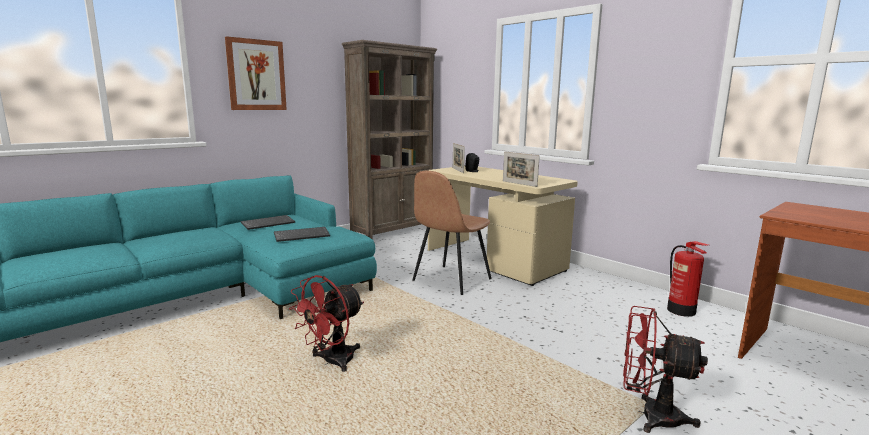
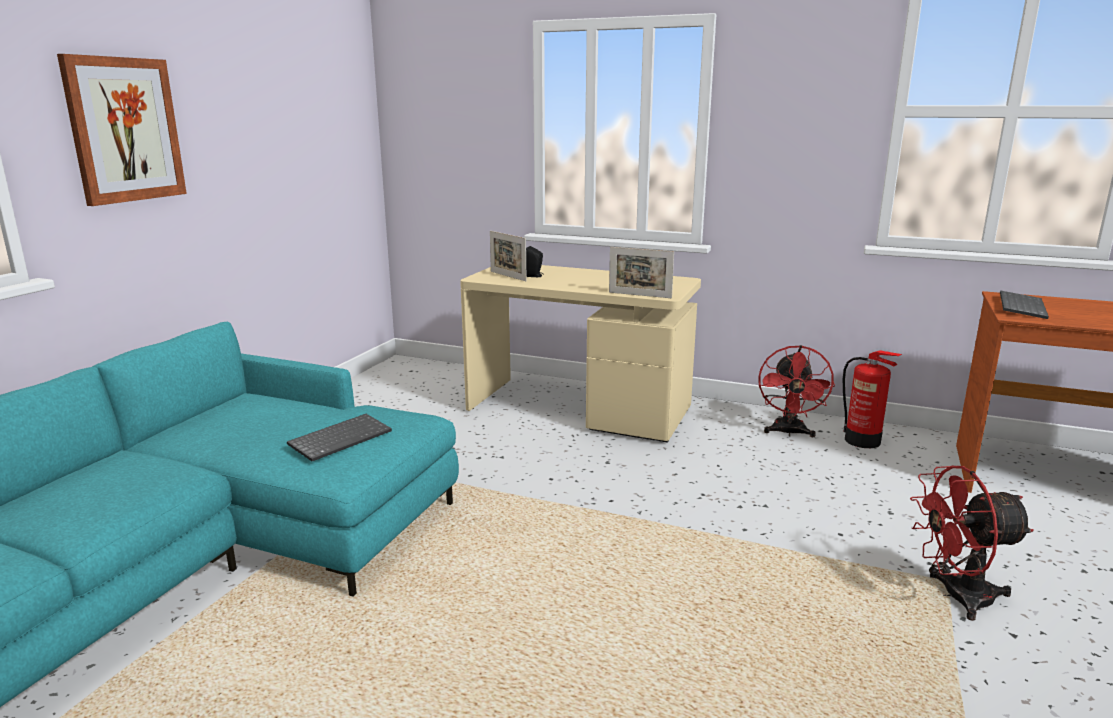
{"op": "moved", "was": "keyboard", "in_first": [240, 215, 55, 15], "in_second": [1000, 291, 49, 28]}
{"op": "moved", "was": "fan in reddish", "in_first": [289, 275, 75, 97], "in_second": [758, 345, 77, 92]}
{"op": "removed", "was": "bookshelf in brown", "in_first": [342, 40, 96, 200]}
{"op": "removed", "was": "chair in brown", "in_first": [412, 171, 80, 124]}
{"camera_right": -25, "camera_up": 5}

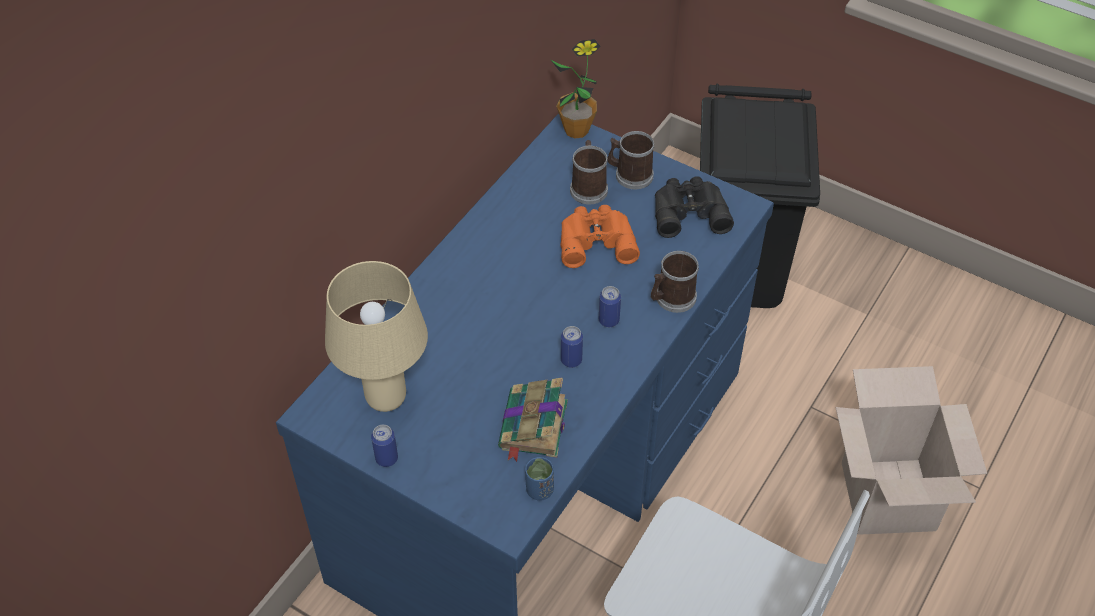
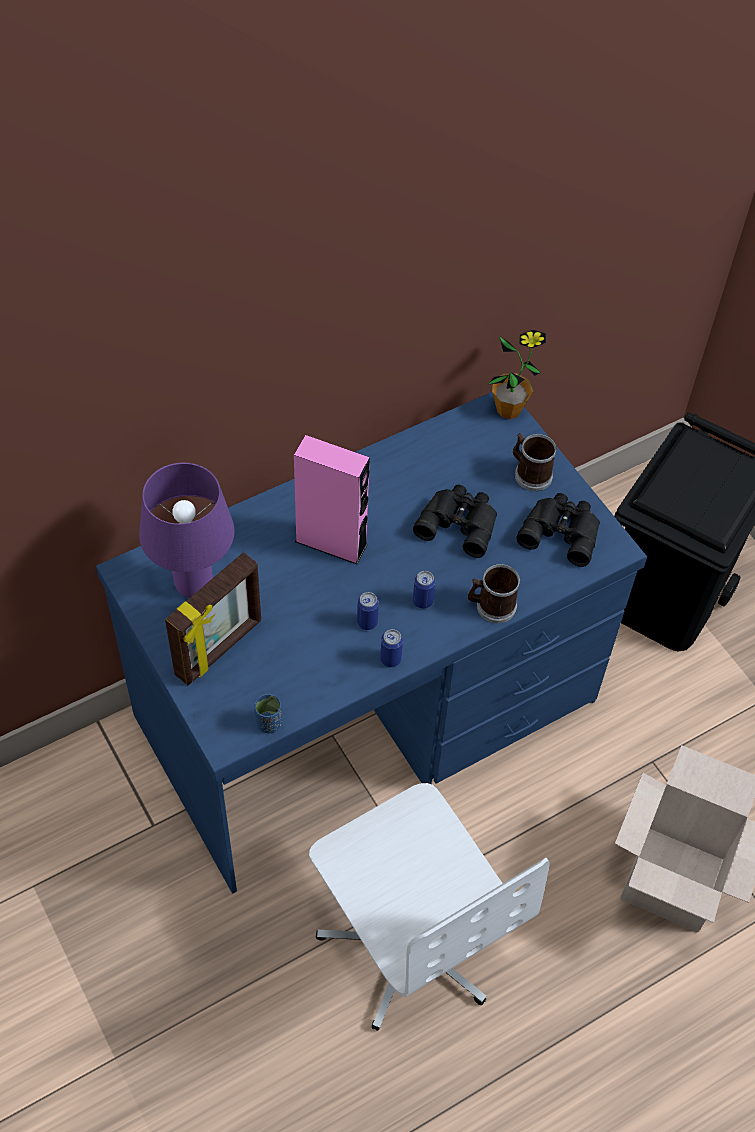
{"op": "recoloured", "was": "tabletop lamp in beige", "now": "tabletop lamp in purple-coloured", "in_first": [325, 261, 103, 151], "in_second": [139, 463, 96, 135]}
{"op": "moved", "was": "can", "in_first": [371, 425, 27, 42], "in_second": [380, 629, 23, 38]}
{"op": "removed", "was": "bound book", "in_first": [498, 378, 70, 84]}
{"op": "recoloured", "was": "pair of binoculars in orange", "now": "pair of binoculars in black-coloured", "in_first": [560, 205, 80, 63], "in_second": [413, 485, 84, 73]}
{"op": "removed", "was": "coffee mug", "in_first": [570, 140, 38, 64]}
{"op": "added", "now": "photo frame", "in_second": [165, 552, 96, 134]}
{"op": "added", "now": "speaker in pink-coloured", "in_second": [294, 435, 76, 129]}
{"camera_right": 25, "camera_up": 5}

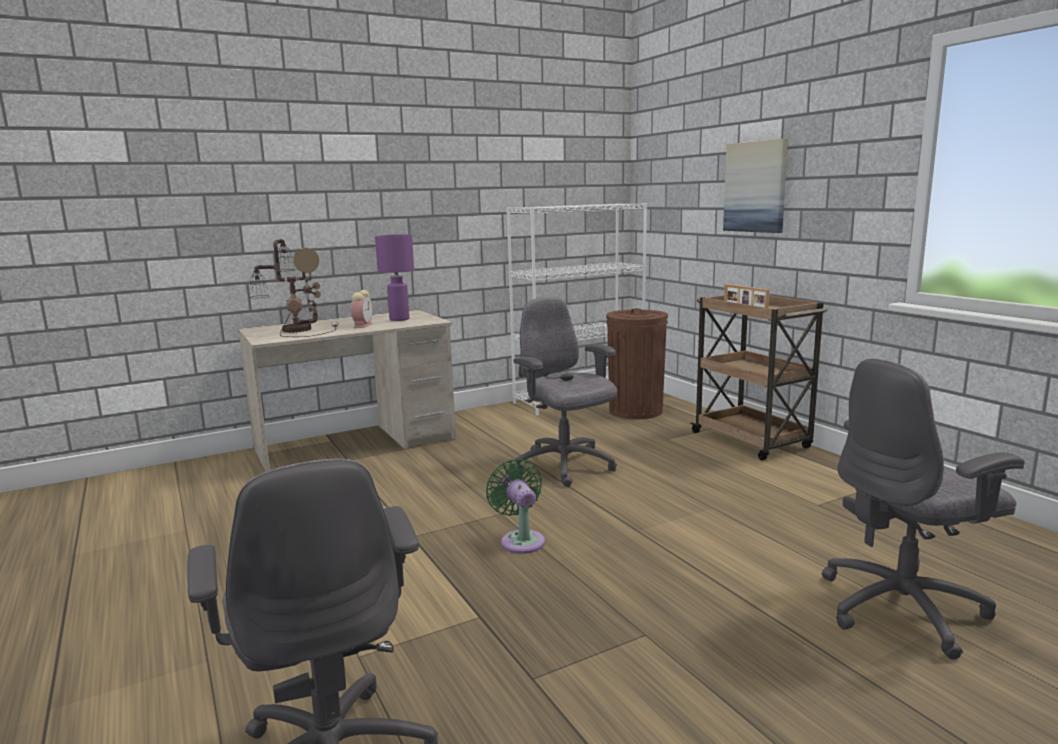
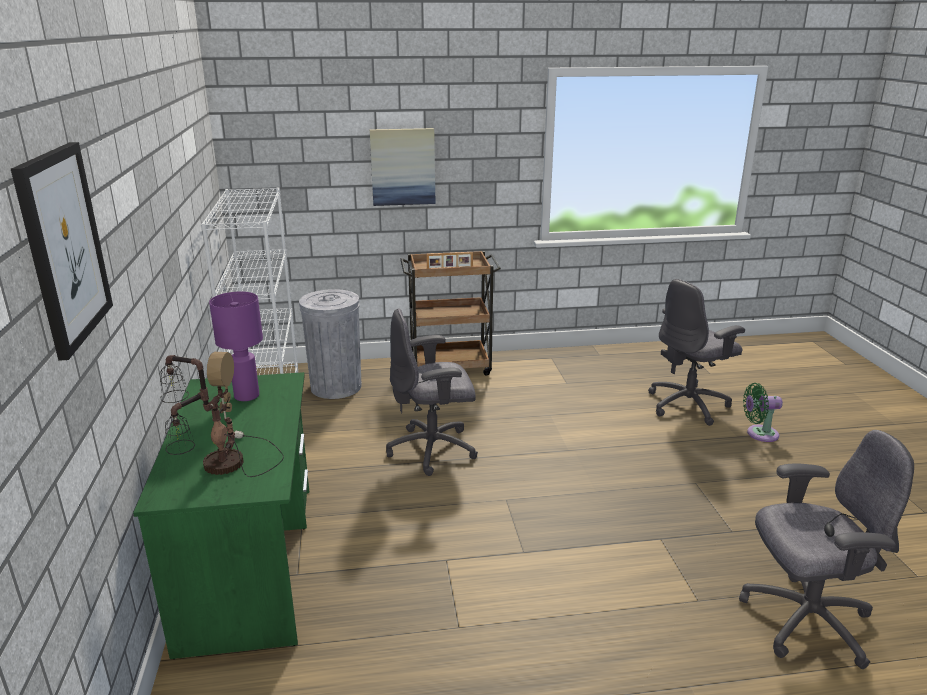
{"op": "recoloured", "was": "desk in beige", "now": "desk in greenish", "in_first": [238, 310, 218, 162], "in_second": [133, 372, 176, 287]}
{"op": "removed", "was": "alarm clock", "in_first": [351, 290, 22, 38]}
{"op": "moved", "was": "fan in greenish", "in_first": [486, 459, 59, 95], "in_second": [743, 383, 40, 59]}
{"op": "recoloured", "was": "waste bin in brown", "now": "waste bin in greyish", "in_first": [606, 308, 62, 111], "in_second": [299, 289, 62, 110]}
{"op": "turned", "was": "office chair in greyish", "in_first": [822, 359, 203, 301], "in_second": [648, 279, 97, 147], "clockwise": 60}
{"op": "added", "now": "wall picture", "in_second": [11, 142, 102, 219]}
{"camera_right": -70, "camera_up": 10}

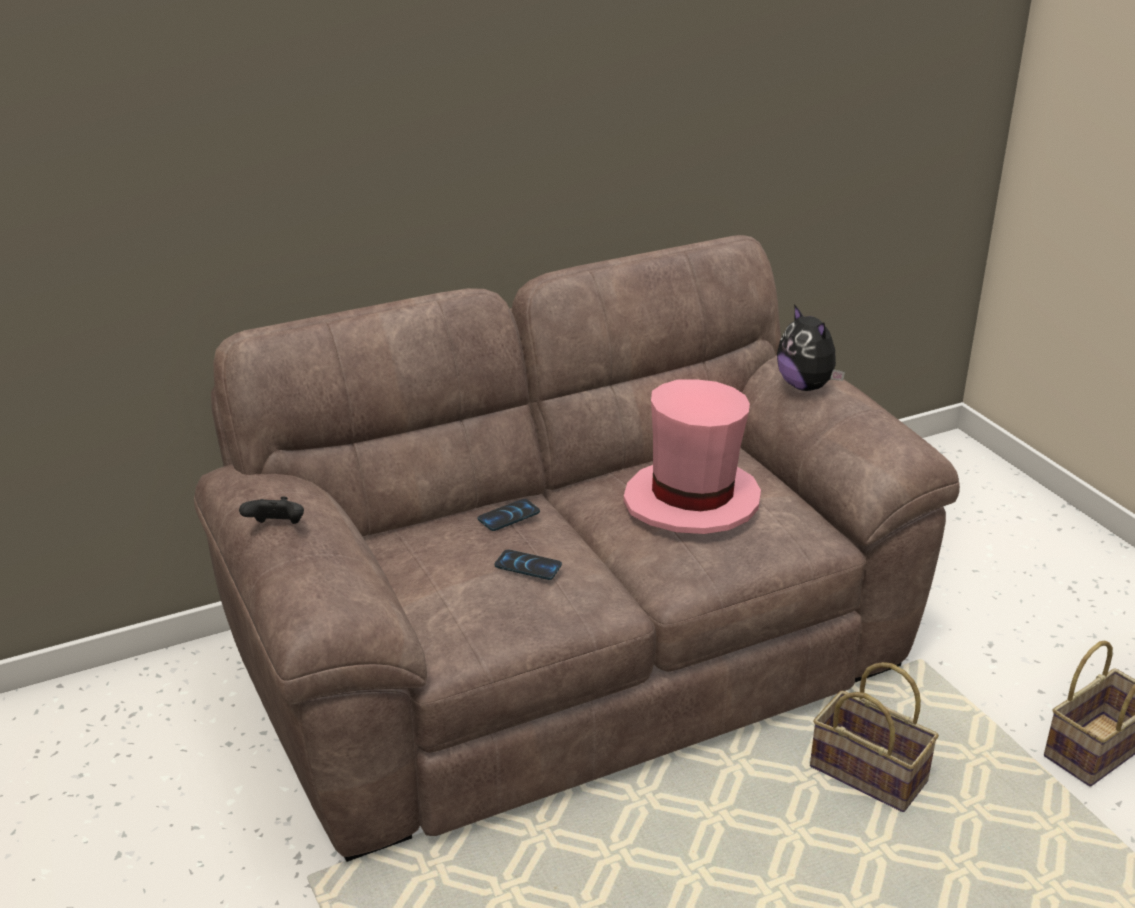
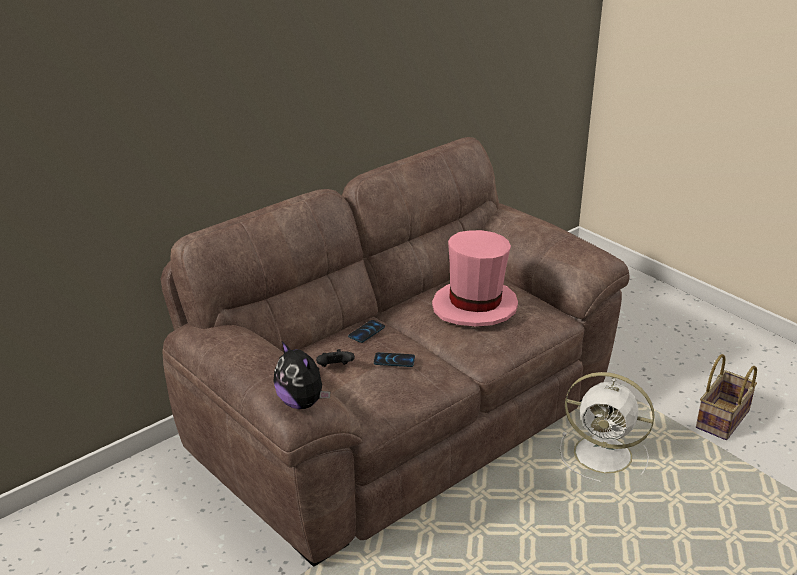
{"op": "moved", "was": "joypad in black-coloured", "in_first": [239, 496, 65, 28], "in_second": [316, 349, 39, 18]}
{"op": "moved", "was": "plush toy", "in_first": [777, 304, 68, 87], "in_second": [273, 341, 57, 68]}
{"op": "replaced", "was": "basket", "now": "fan in white", "in_first": [810, 662, 129, 150], "in_second": [560, 372, 95, 110]}
{"camera_right": -15, "camera_up": 0}

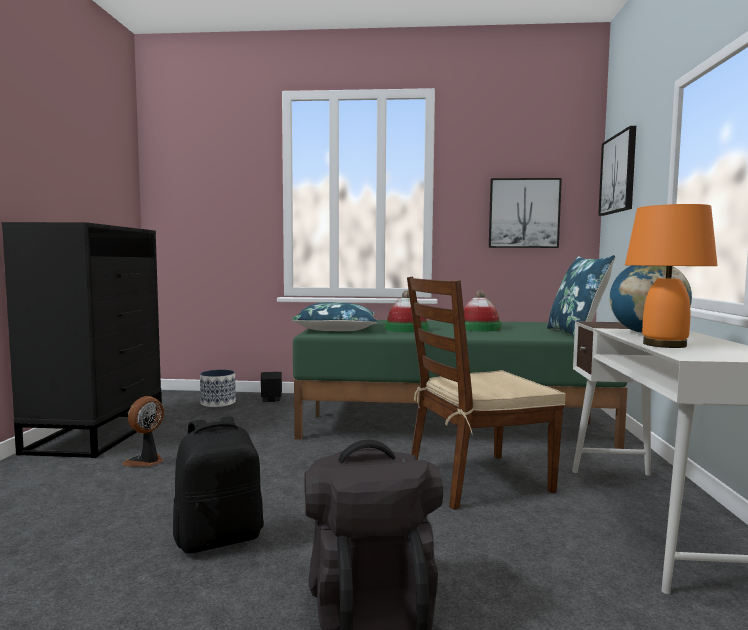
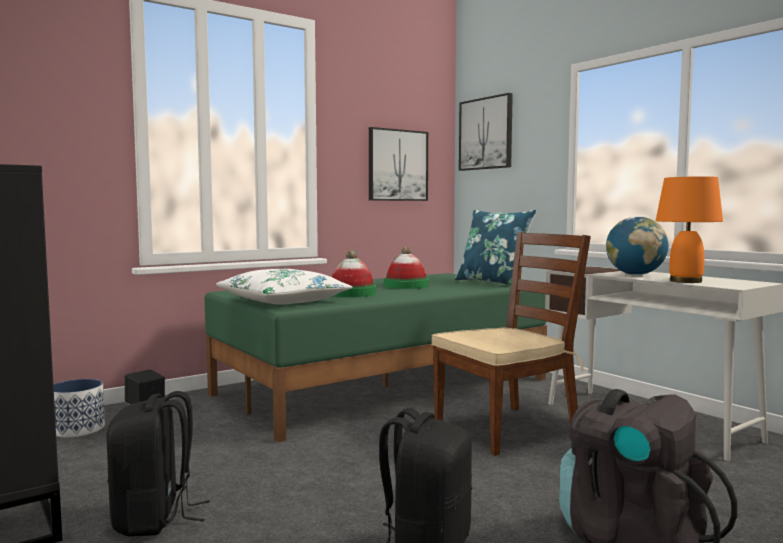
{"op": "replaced", "was": "fan", "now": "backpack in black-coloured", "in_first": [123, 396, 41, 70], "in_second": [107, 391, 103, 146]}
{"op": "recoloured", "was": "cushion in bluish", "now": "cushion in white", "in_first": [292, 302, 86, 29], "in_second": [216, 269, 136, 35]}
{"op": "turned", "was": "chair in brown", "in_first": [407, 276, 159, 234], "in_second": [431, 232, 160, 224], "clockwise": -150}
{"camera_right": -40, "camera_up": 0}

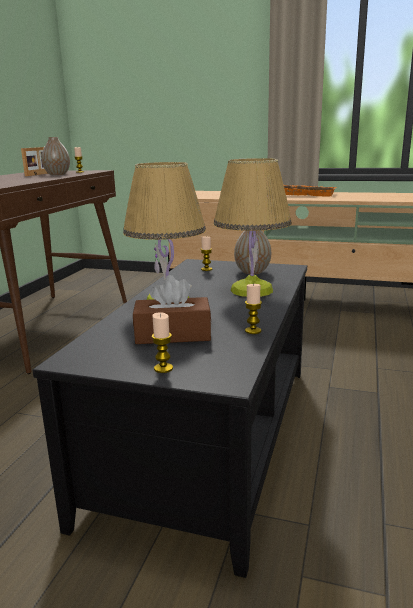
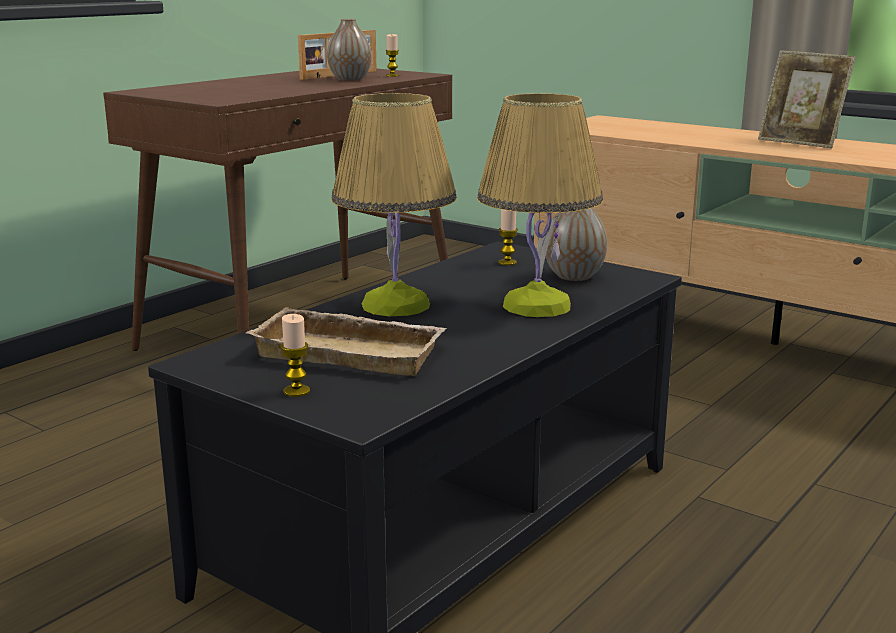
{"op": "replaced", "was": "tissue holder in brown", "now": "serving tray in beige", "in_first": [133, 275, 78, 69], "in_second": [246, 307, 201, 69]}
{"op": "removed", "was": "candle", "in_first": [245, 283, 17, 51]}
{"op": "replaced", "was": "serving tray in orange", "now": "photo frame", "in_first": [284, 185, 53, 12], "in_second": [758, 50, 98, 98]}
{"camera_right": 20, "camera_up": 0}

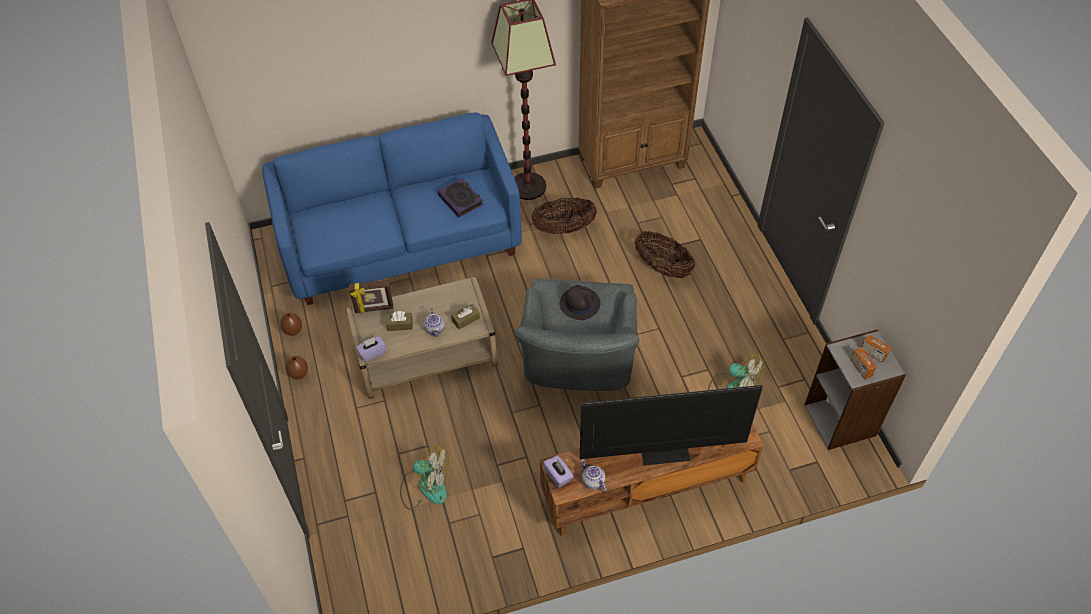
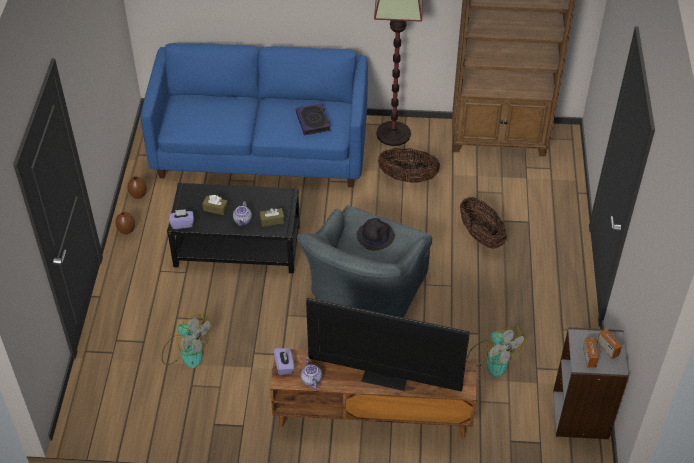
{"op": "recoloured", "was": "lounge table in beige", "now": "lounge table in black-coloured", "in_first": [345, 276, 153, 123], "in_second": [167, 183, 133, 90]}
{"op": "removed", "was": "photo frame", "in_first": [349, 280, 44, 33]}
{"camera_right": 20, "camera_up": -5}

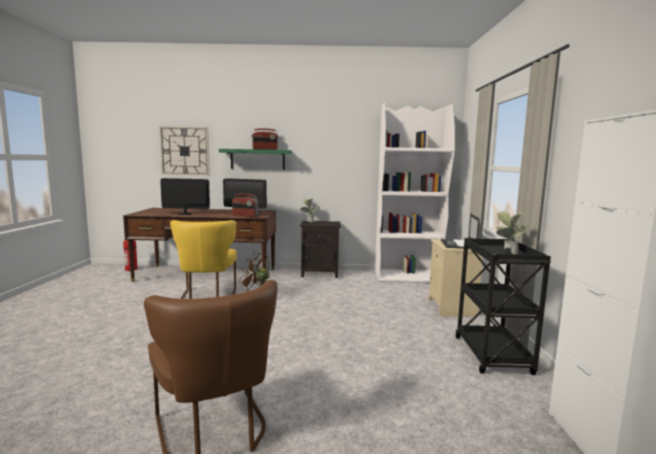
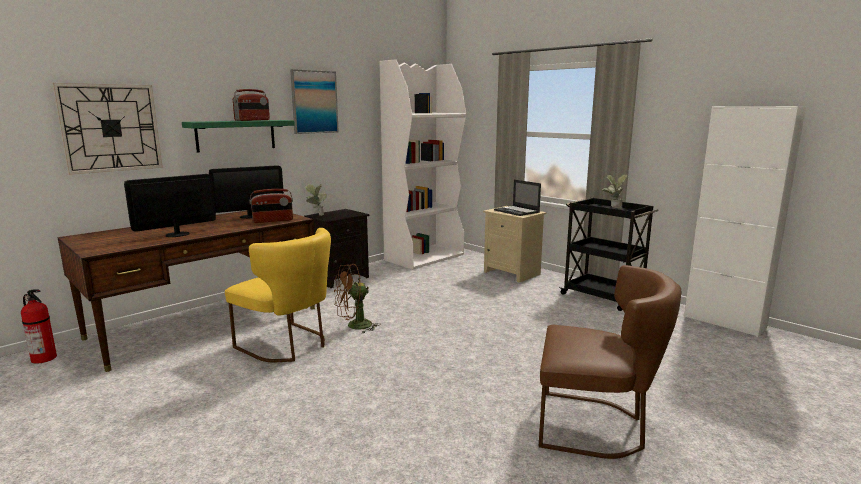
{"op": "added", "now": "wall picture", "in_second": [290, 69, 49, 65]}
{"camera_right": -45, "camera_up": 5}

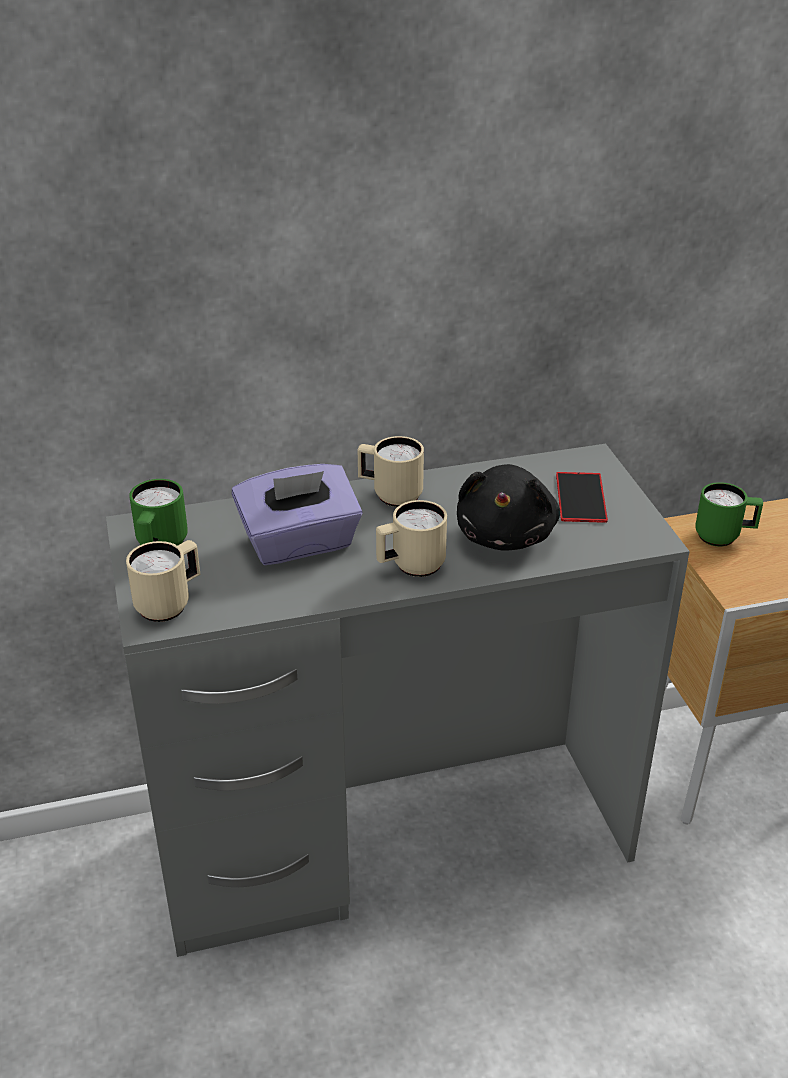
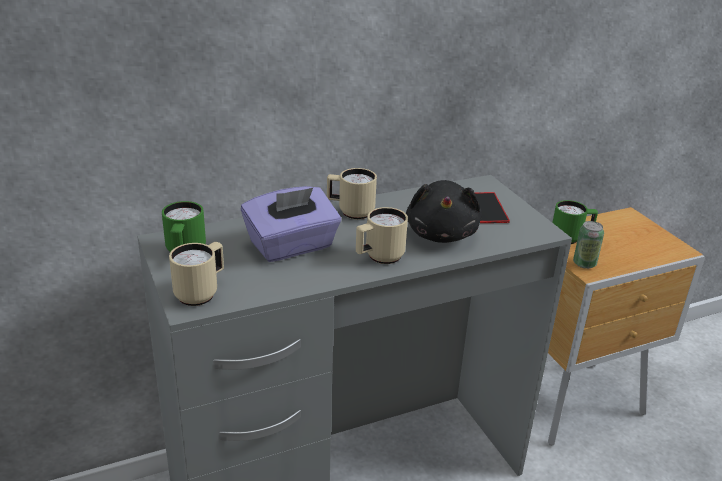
{"op": "added", "now": "can", "in_second": [573, 221, 31, 48]}
{"camera_right": -10, "camera_up": -5}

